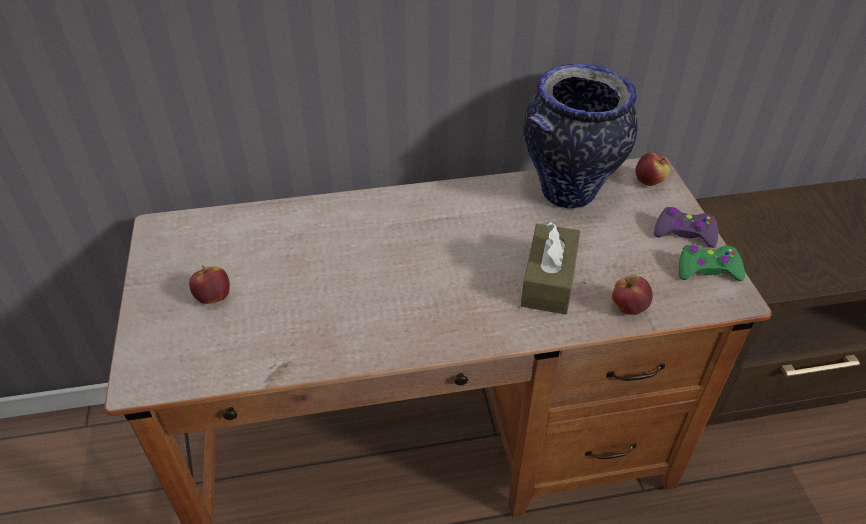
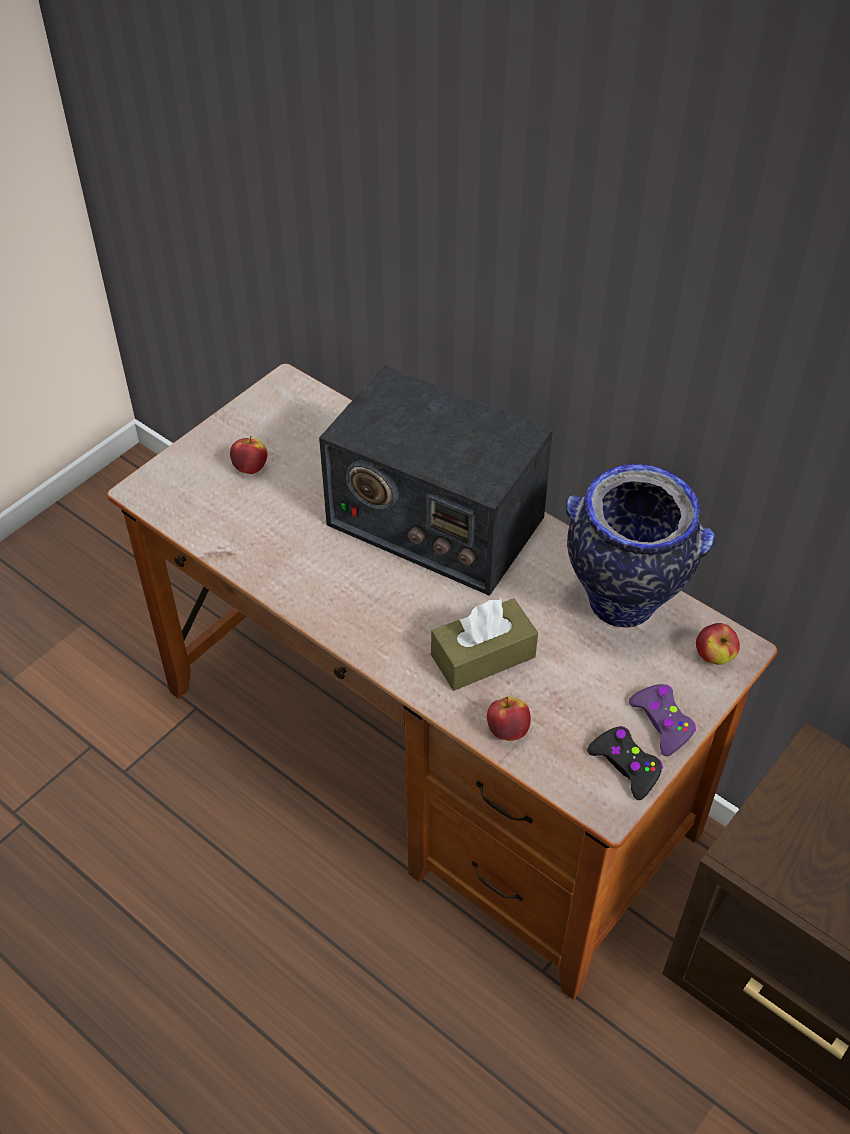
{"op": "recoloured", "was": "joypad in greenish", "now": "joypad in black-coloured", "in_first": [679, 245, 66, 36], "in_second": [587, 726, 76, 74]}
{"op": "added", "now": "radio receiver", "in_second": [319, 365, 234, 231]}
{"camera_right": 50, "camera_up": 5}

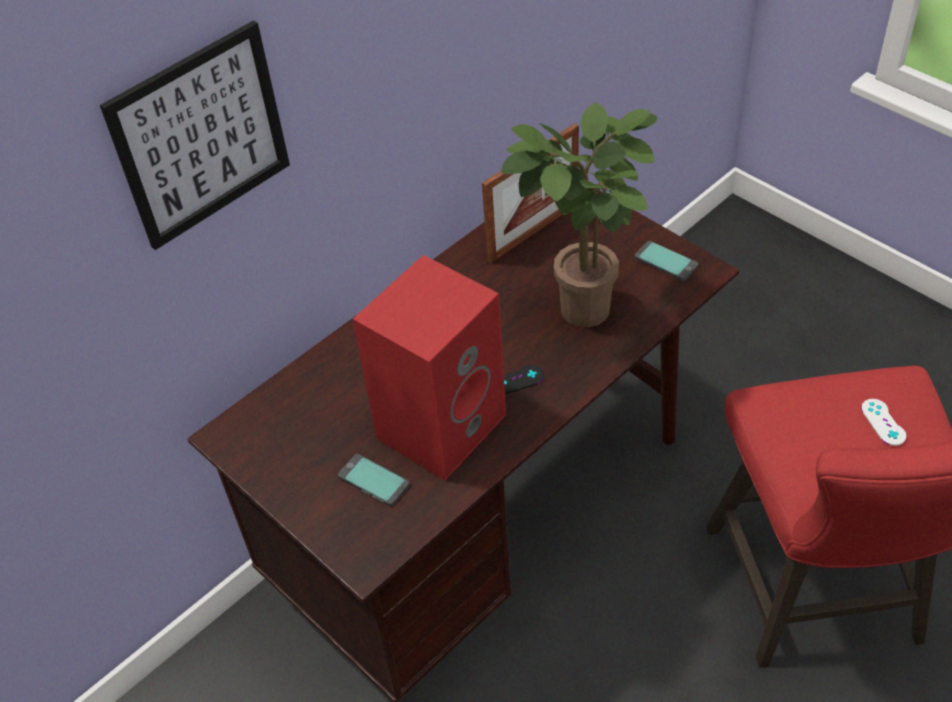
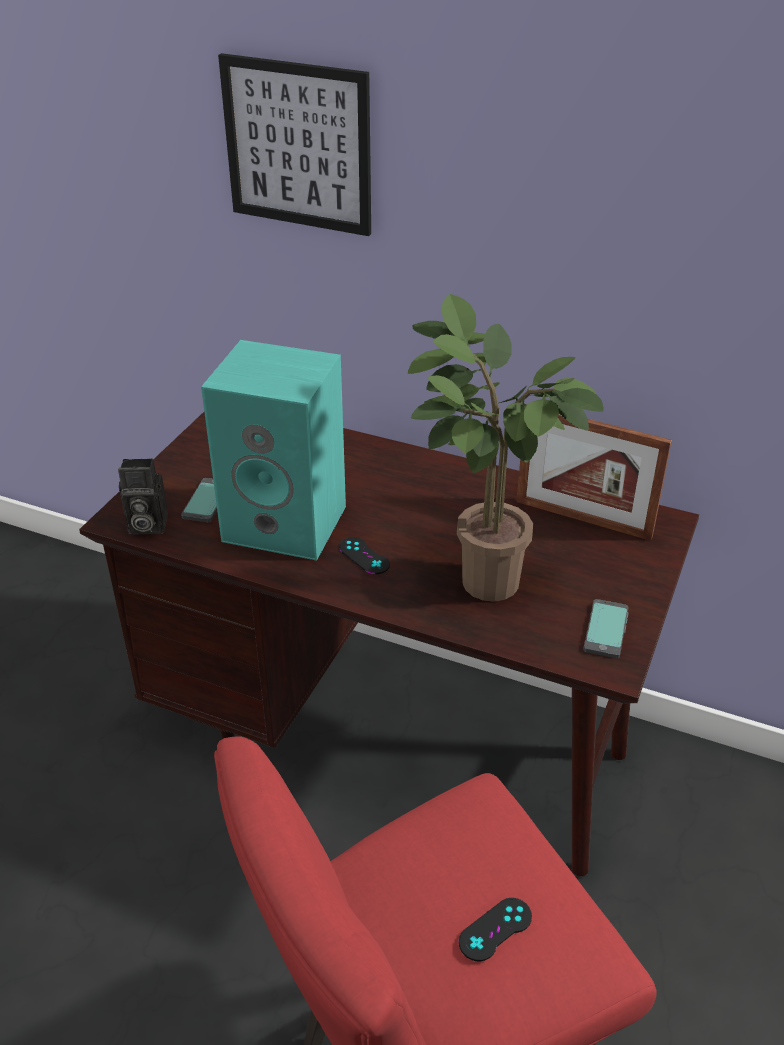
{"op": "recoloured", "was": "speaker in reddish", "now": "speaker in turquoise", "in_first": [353, 255, 153, 226], "in_second": [201, 340, 145, 221]}
{"op": "recoloured", "was": "joypad in white", "now": "joypad in black-coloured", "in_first": [861, 399, 45, 47], "in_second": [458, 898, 74, 63]}
{"op": "added", "now": "still camera", "in_second": [118, 458, 50, 77]}
{"camera_right": 65, "camera_up": -10}

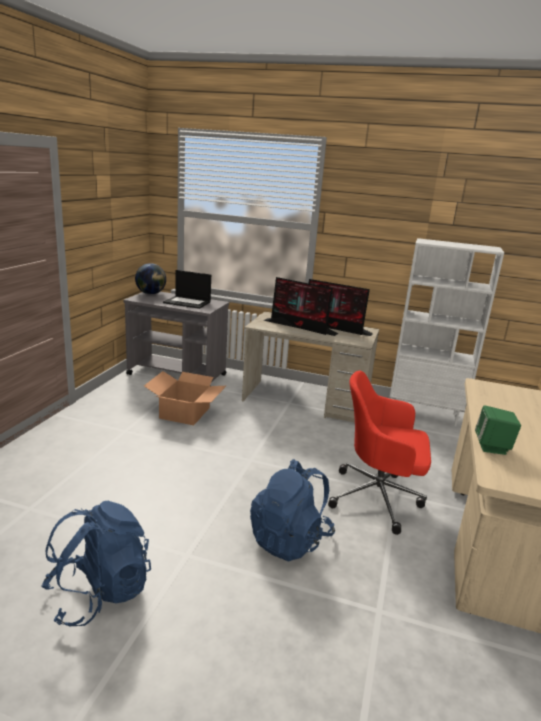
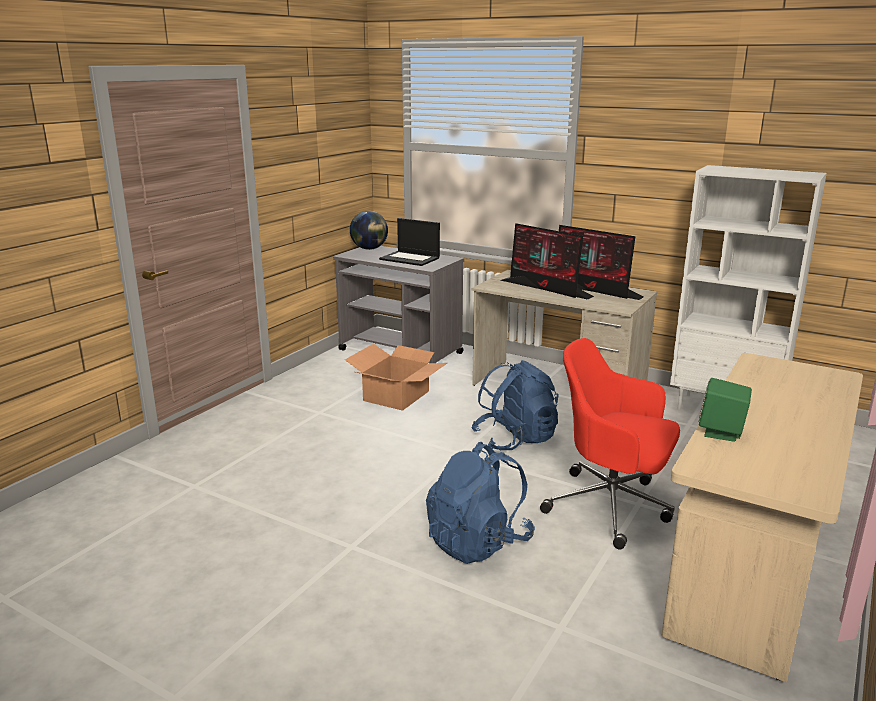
{"op": "moved", "was": "backpack in bluish", "in_first": [41, 501, 110, 126], "in_second": [471, 360, 87, 90]}
{"camera_right": 15, "camera_up": 0}

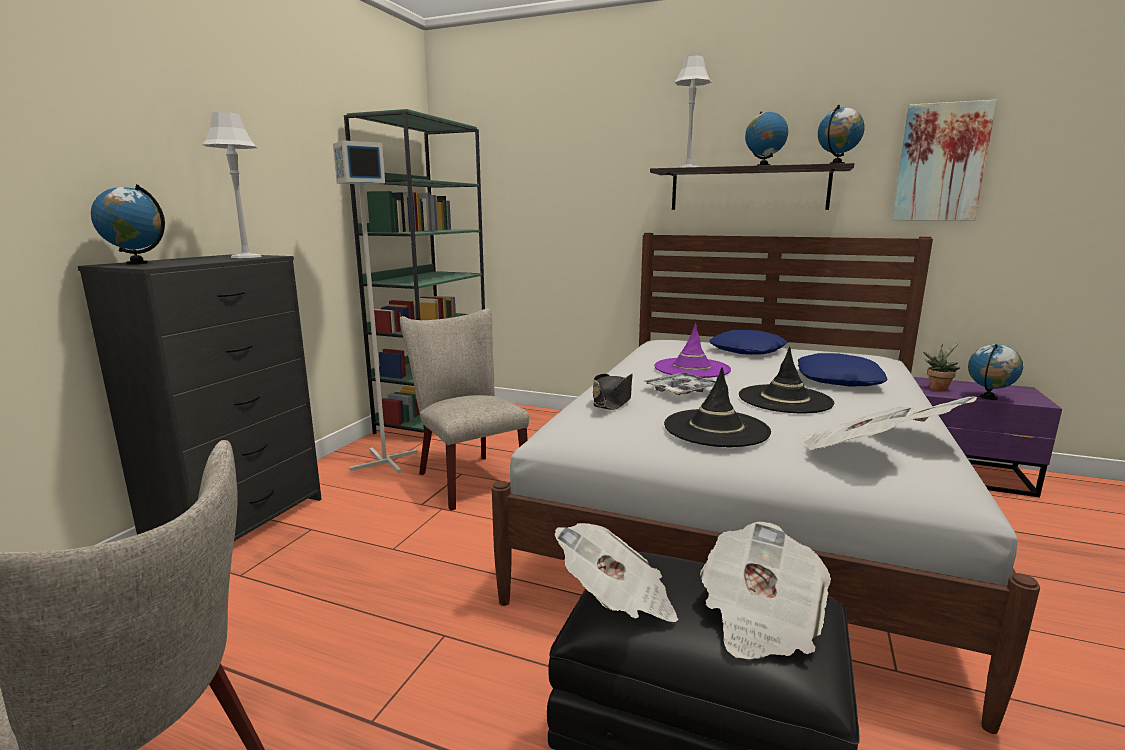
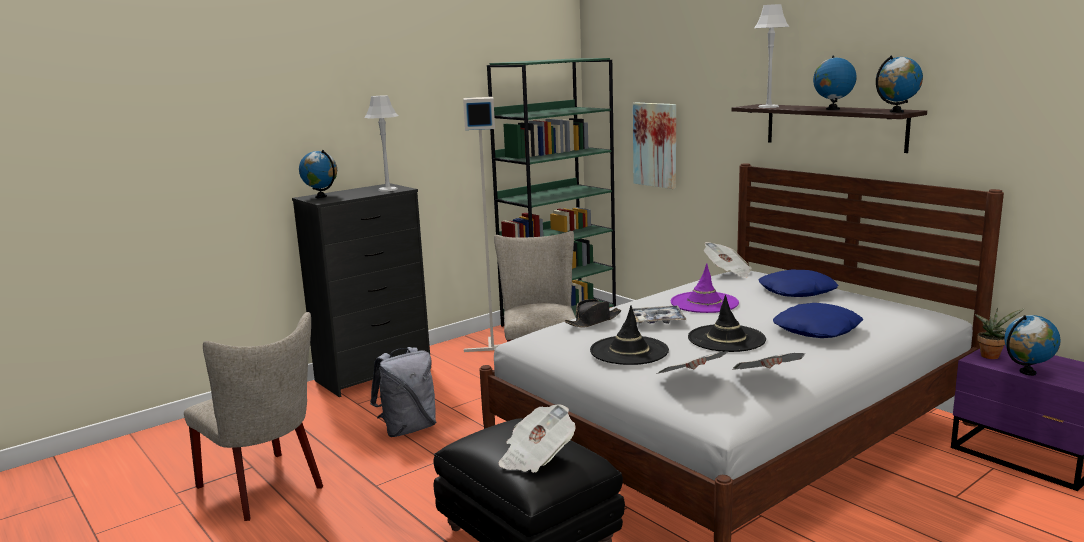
{"op": "moved", "was": "printed paper", "in_first": [555, 523, 124, 99], "in_second": [704, 242, 48, 36]}
{"op": "moved", "was": "wall picture", "in_first": [892, 100, 105, 121], "in_second": [633, 103, 43, 86]}
{"op": "added", "now": "backpack in greyish", "in_second": [370, 347, 66, 90]}
{"camera_right": 30, "camera_up": 0}

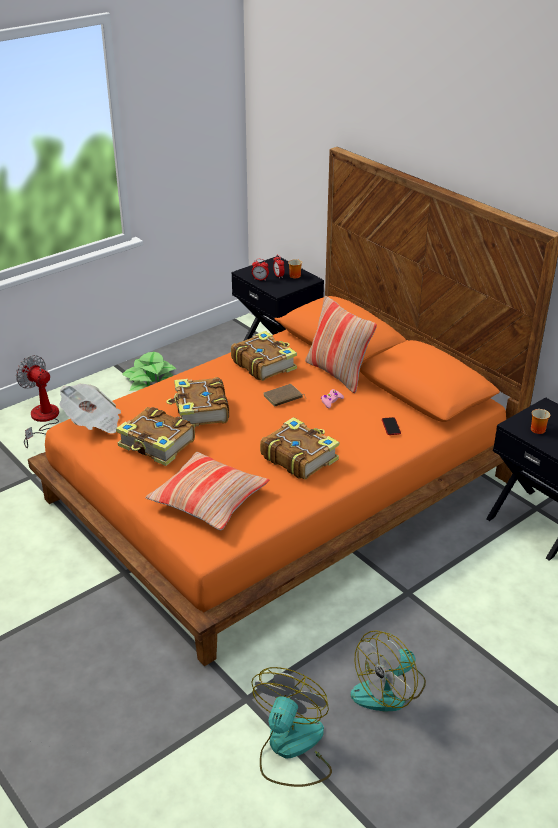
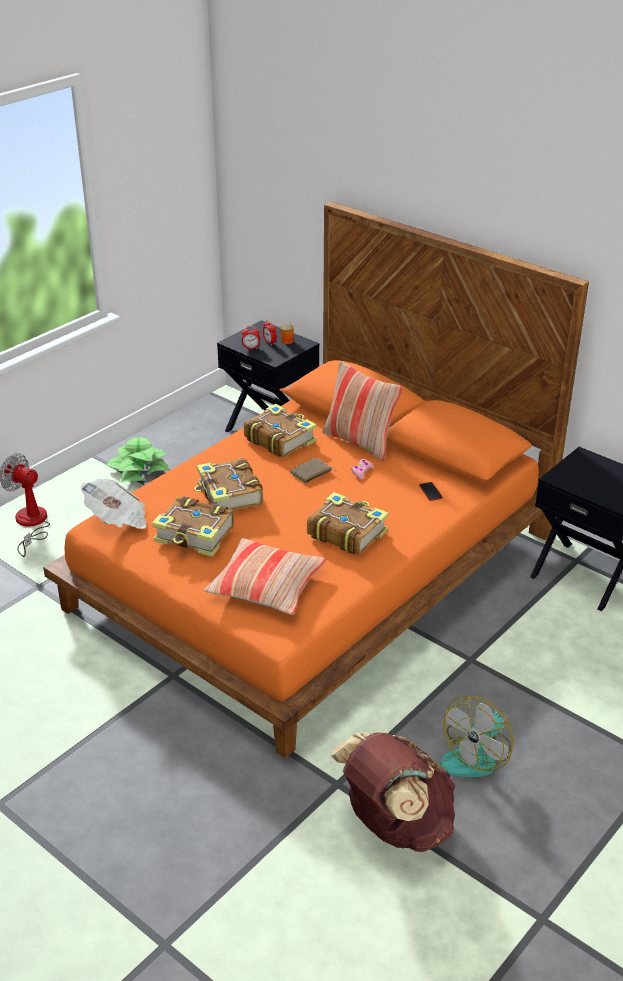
{"op": "replaced", "was": "fan", "now": "backpack in brown", "in_first": [251, 667, 81, 120], "in_second": [331, 732, 125, 120]}
{"op": "removed", "was": "coffee mug", "in_first": [531, 409, 19, 25]}
{"camera_right": -10, "camera_up": 0}

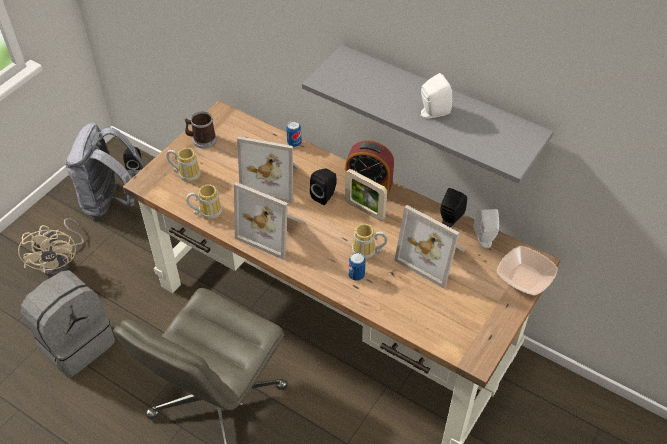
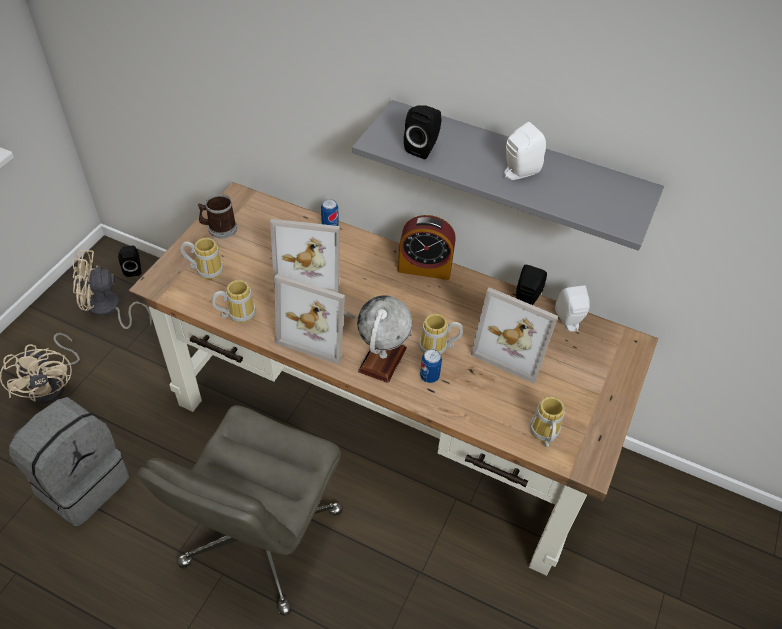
{"op": "replaced", "was": "backpack in greyish", "now": "fan in beige", "in_first": [65, 122, 80, 95], "in_second": [73, 250, 79, 79]}
{"op": "moved", "was": "speaker in black-coloured", "in_first": [310, 169, 27, 36], "in_second": [404, 105, 38, 54]}
{"op": "removed", "was": "photo frame", "in_first": [345, 169, 42, 52]}
{"op": "removed", "was": "serving bowl", "in_first": [497, 246, 61, 49]}
{"op": "added", "now": "world globe", "in_second": [357, 295, 55, 88]}
{"op": "added", "now": "coffee mug", "in_second": [530, 396, 35, 51]}
{"camera_right": -10, "camera_up": 0}

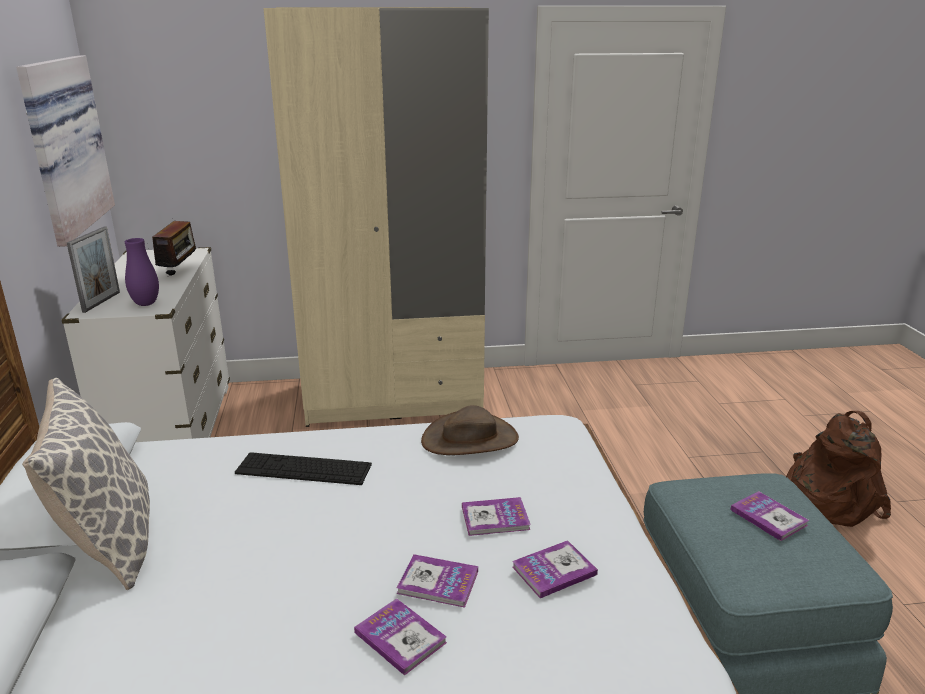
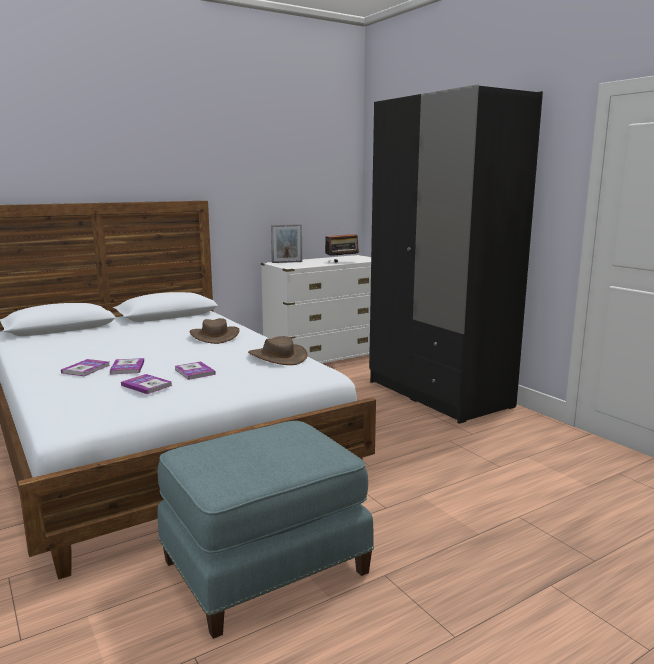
{"op": "removed", "was": "wall picture", "in_first": [16, 55, 99, 192]}
{"op": "removed", "was": "cushion", "in_first": [22, 378, 128, 212]}
{"op": "removed", "was": "vase in purple-coloured", "in_first": [125, 238, 34, 68]}
{"op": "replaced", "was": "keyboard", "now": "clothing hat in brown", "in_first": [235, 452, 137, 33], "in_second": [190, 318, 50, 26]}
{"op": "recoloured", "was": "wardrobe in beige", "now": "wardrobe in black-coloured", "in_first": [263, 7, 226, 420], "in_second": [369, 84, 174, 340]}
{"op": "removed", "was": "bound book", "in_first": [730, 491, 79, 50]}
{"op": "removed", "was": "backpack in brown", "in_first": [786, 411, 105, 116]}
{"camera_right": 65, "camera_up": -10}

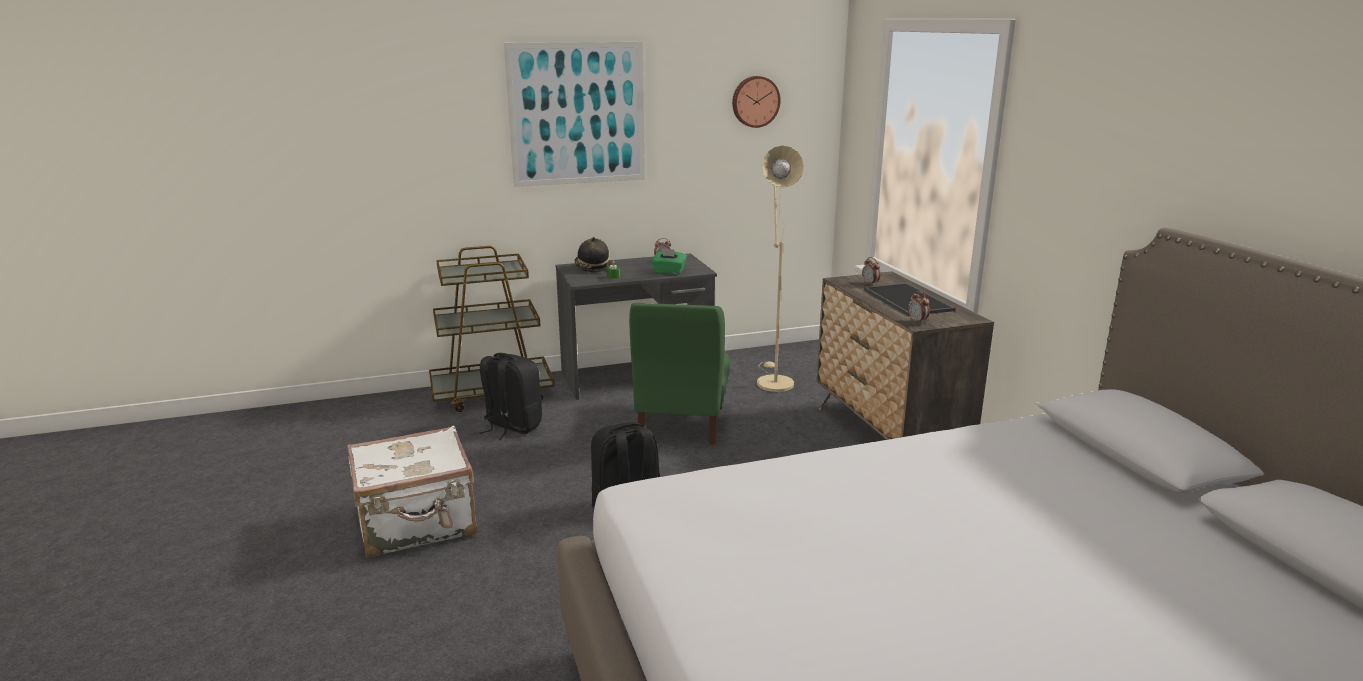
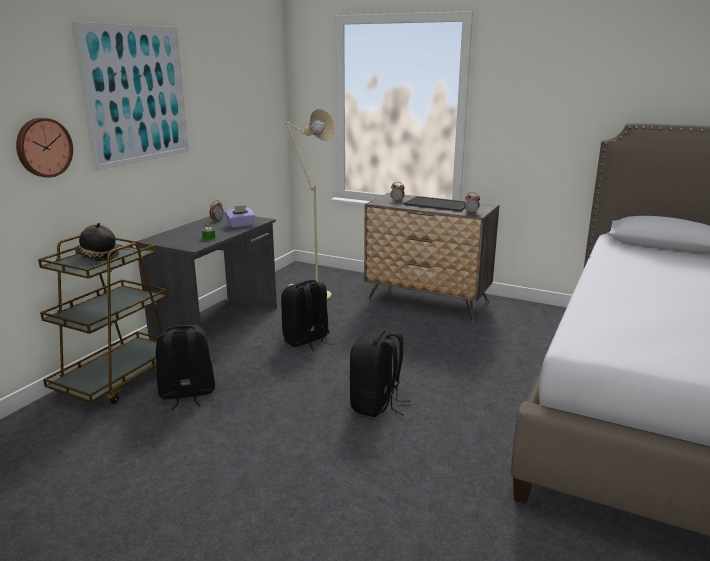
{"op": "removed", "was": "suitcase in white", "in_first": [347, 425, 130, 133]}
{"op": "moved", "was": "clothing hat", "in_first": [575, 237, 37, 36], "in_second": [75, 223, 44, 38]}
{"op": "replaced", "was": "chair in greenish", "now": "backpack in black-coloured", "in_first": [629, 303, 101, 142], "in_second": [281, 280, 51, 71]}
{"op": "recoloured", "was": "tissue holder in greenish", "now": "tissue holder in purple-coloured", "in_first": [652, 248, 35, 26], "in_second": [225, 205, 30, 23]}
{"op": "moved", "was": "hanging clock", "in_first": [732, 76, 49, 52], "in_second": [16, 118, 57, 60]}
{"camera_right": -45, "camera_up": 0}

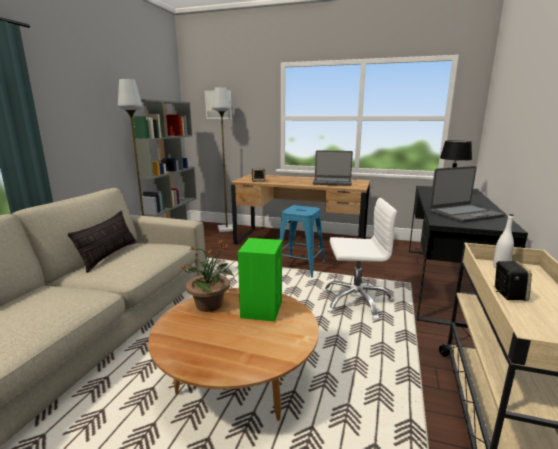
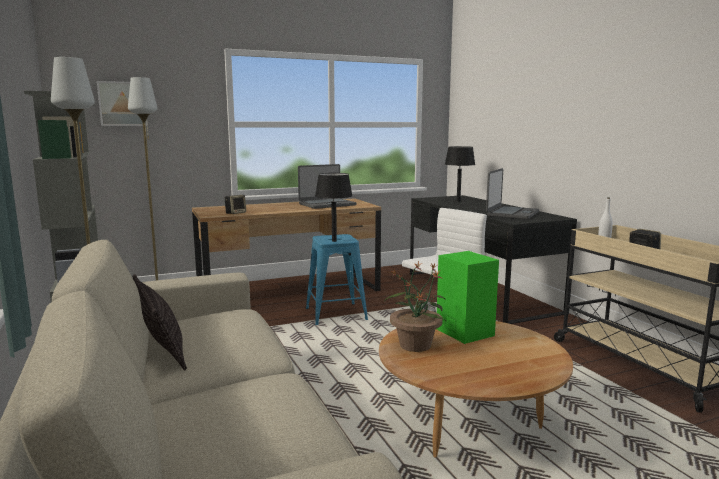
{"op": "added", "now": "tabletop lamp in black-coloured", "in_second": [315, 173, 38, 69]}
{"camera_right": -40, "camera_up": -5}

